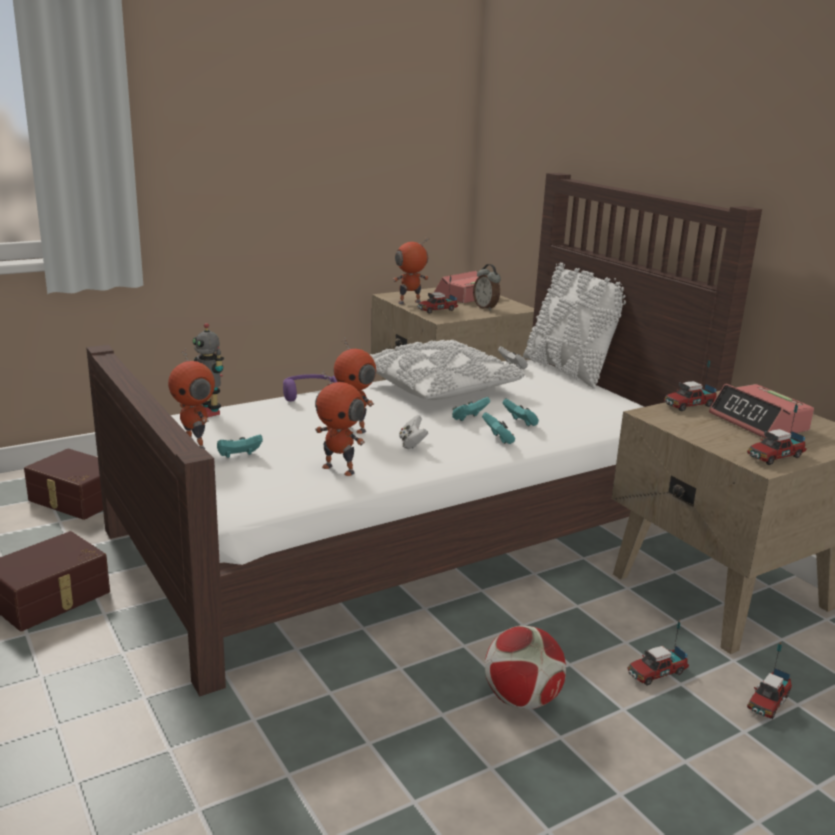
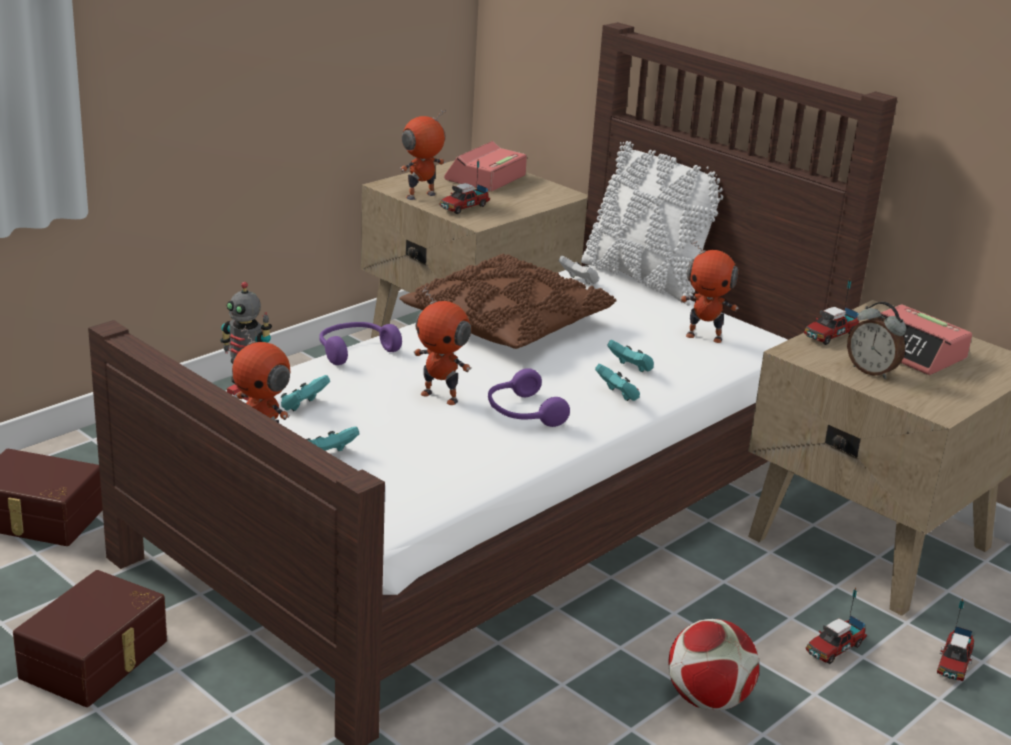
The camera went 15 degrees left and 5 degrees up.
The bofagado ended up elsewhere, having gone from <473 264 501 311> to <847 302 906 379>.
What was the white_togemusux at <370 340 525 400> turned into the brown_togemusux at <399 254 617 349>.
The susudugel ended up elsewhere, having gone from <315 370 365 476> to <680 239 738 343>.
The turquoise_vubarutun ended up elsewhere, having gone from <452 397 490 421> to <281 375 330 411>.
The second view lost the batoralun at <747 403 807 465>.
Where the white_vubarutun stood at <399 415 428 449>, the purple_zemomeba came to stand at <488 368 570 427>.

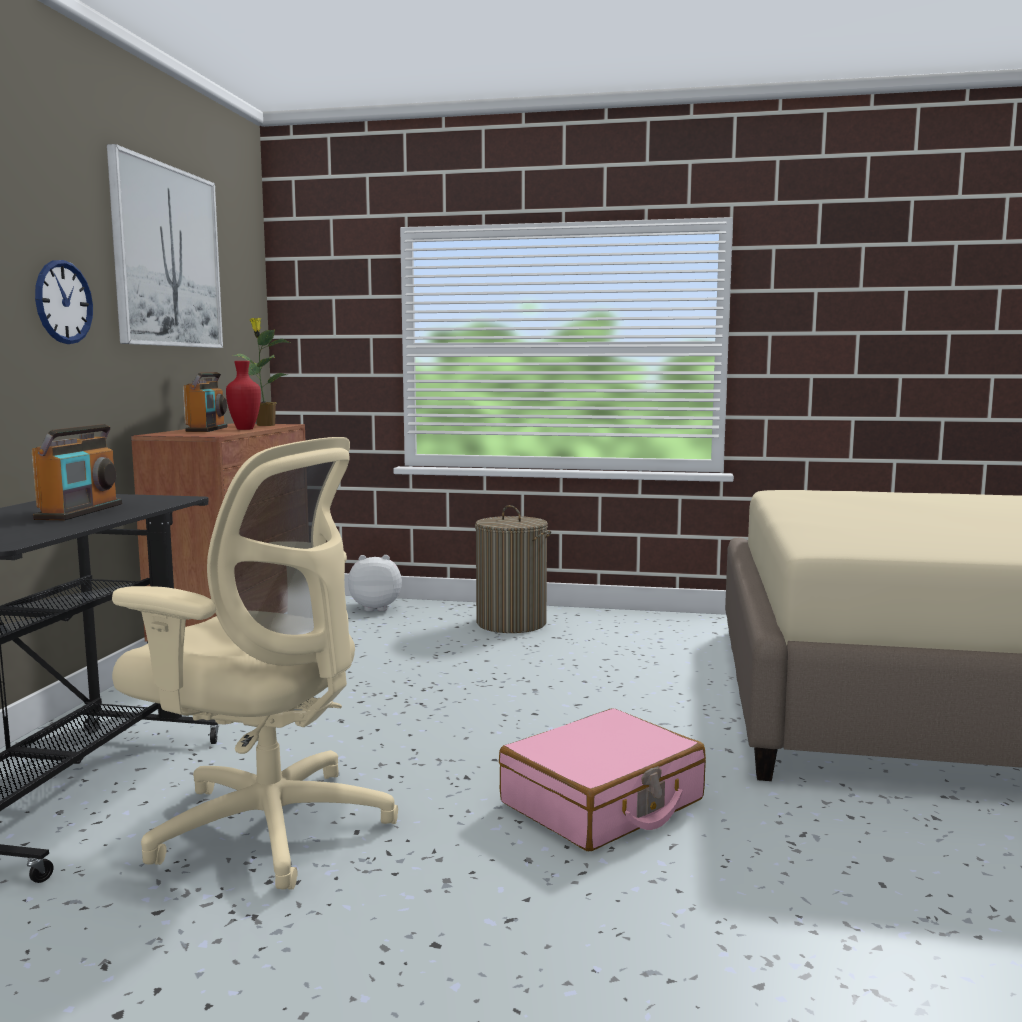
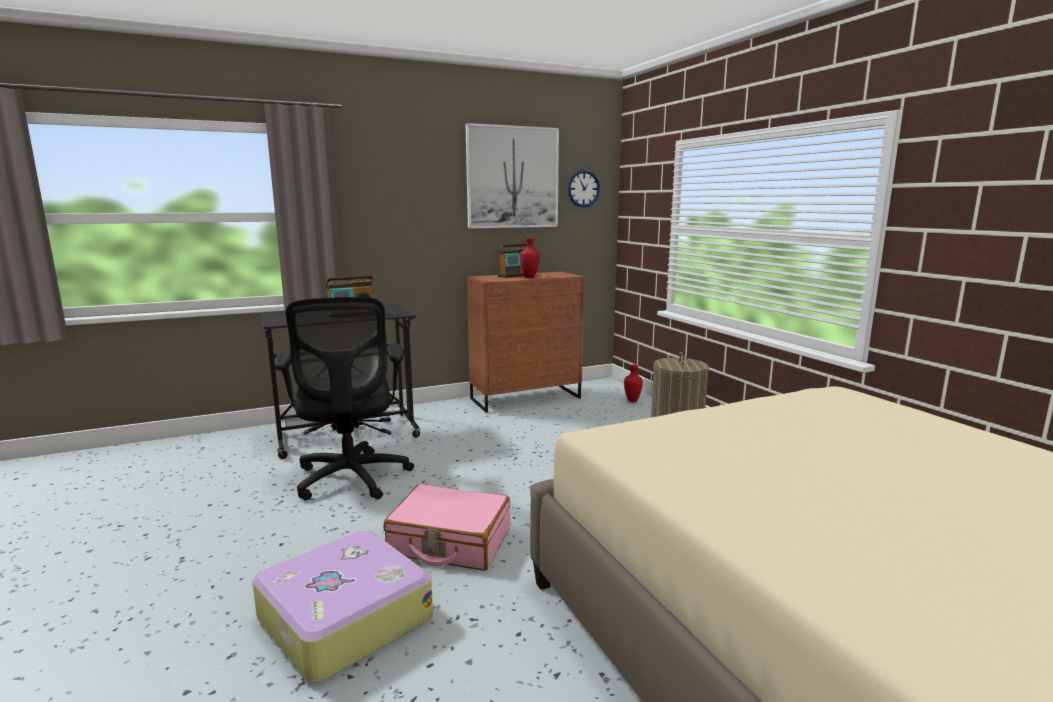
The camera went 55 degrees right and 5 degrees up.
The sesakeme ended up elsewhere, having gone from <35 260 93 344> to <568 170 600 208>.
The second view lost the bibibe at <233 318 290 426>.
What was the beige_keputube at <112 437 398 889> turned into the black_keputube at <274 297 414 500>.
Where the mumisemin stood at <348 555 402 611>, the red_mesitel came to stand at <624 365 643 402>.
The second view gained the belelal at <252 530 433 683>.

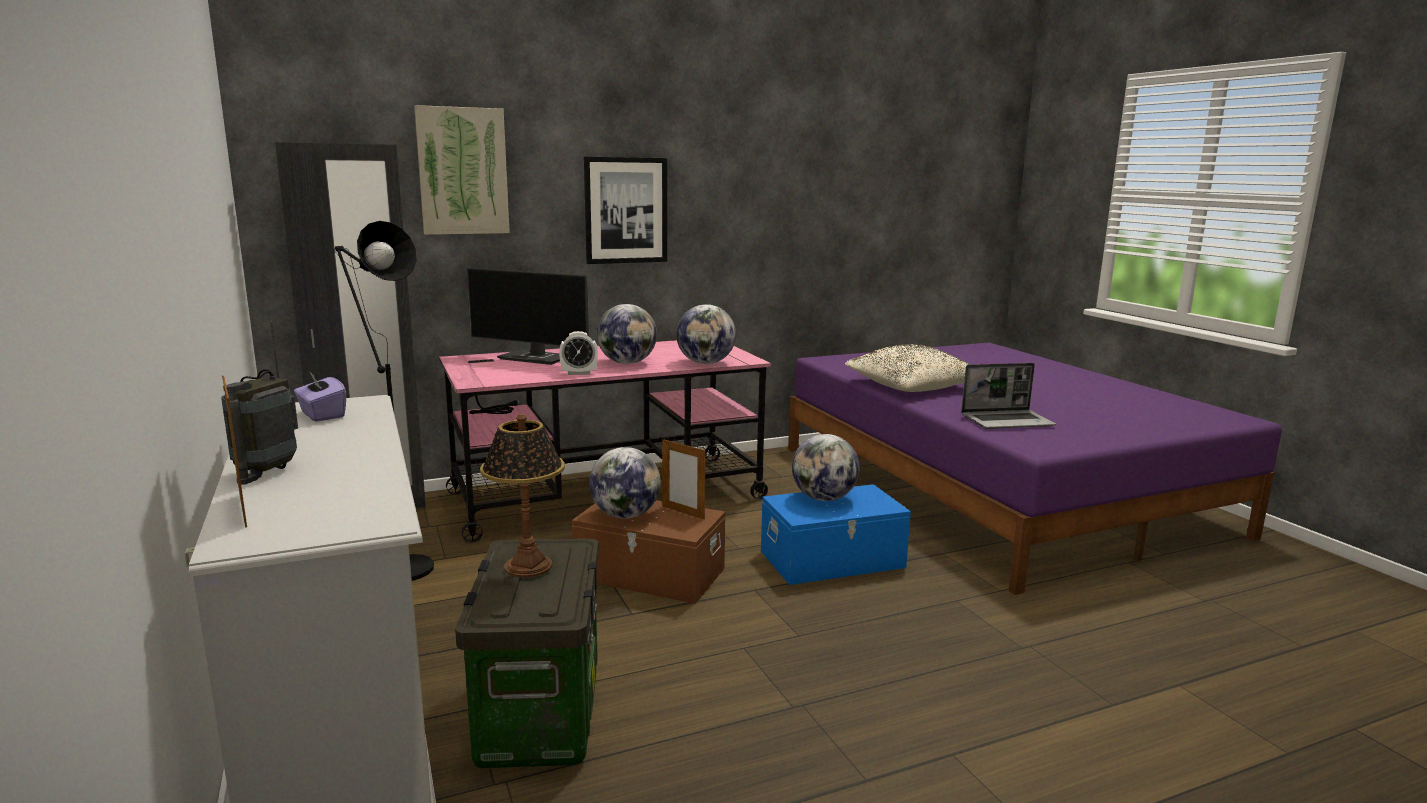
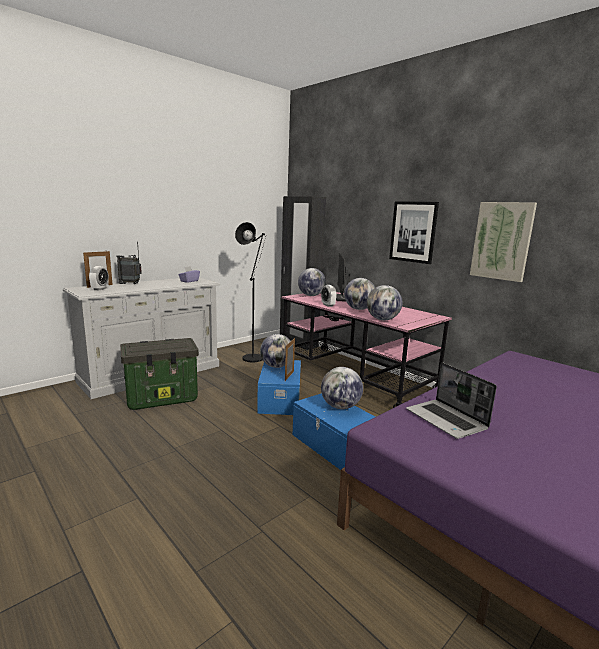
The camera went 70 degrees right and 0 degrees up.
The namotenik ended up elsewhere, having gone from <414 105 510 235> to <470 202 537 282>.
The second view lost the beige_togemusux at <845 344 968 392>.
The second view lost the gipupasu at <480 414 565 577>.
What was the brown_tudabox at <572 500 726 604> turned into the blue_tudabox at <257 360 301 415>.
The second view gained the bofagado at <89 266 109 290>.
The second view gained the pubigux at <298 268 326 296>.

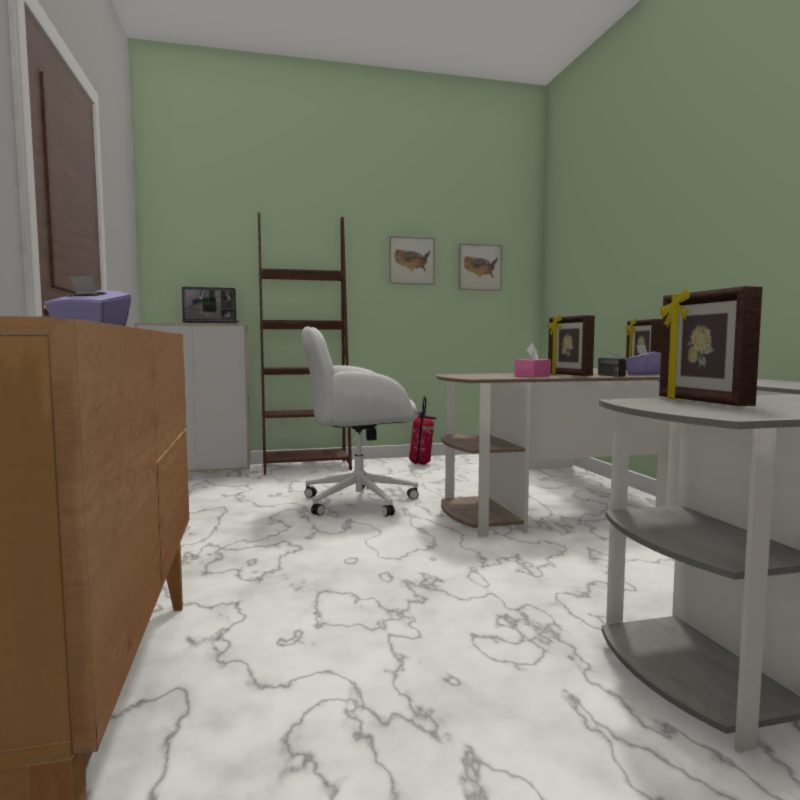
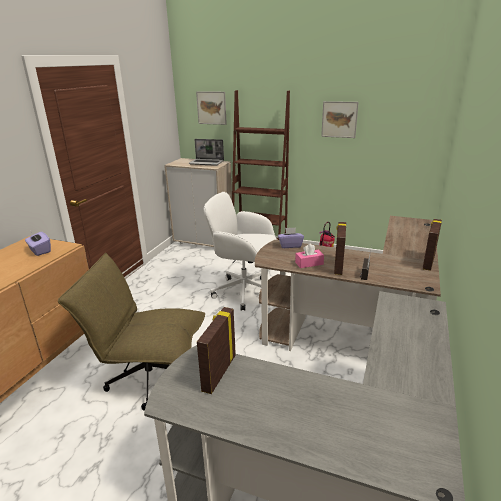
The camera went 35 degrees right and 20 degrees up.
The namotenik ended up elsewhere, having gone from <458 243 502 291> to <196 91 227 125>.
The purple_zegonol ended up elsewhere, having gone from <625 345 661 375> to <278 227 304 248>.
The second view gained the beige_keputube at <58 253 205 411>.

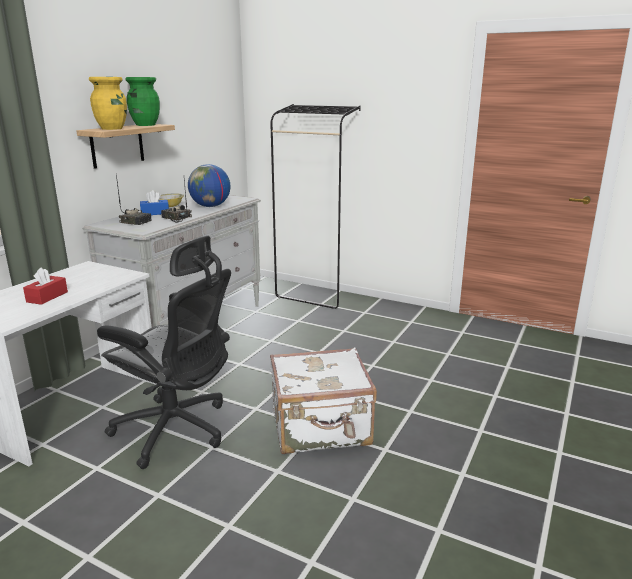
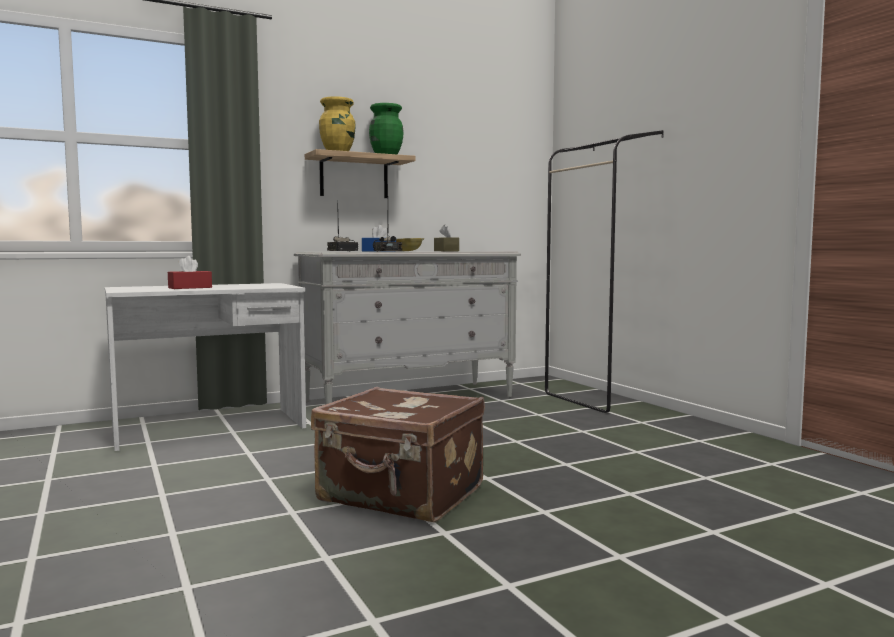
The camera went 35 degrees right and 15 degrees down.
Where the pubigux stood at <188 164 231 207>, the brown_zegonol came to stand at <434 225 459 251>.
The second view lost the keputube at <97 235 231 469>.
What was the white_belelal at <270 348 377 454> turned into the brown_belelal at <311 387 485 523>.

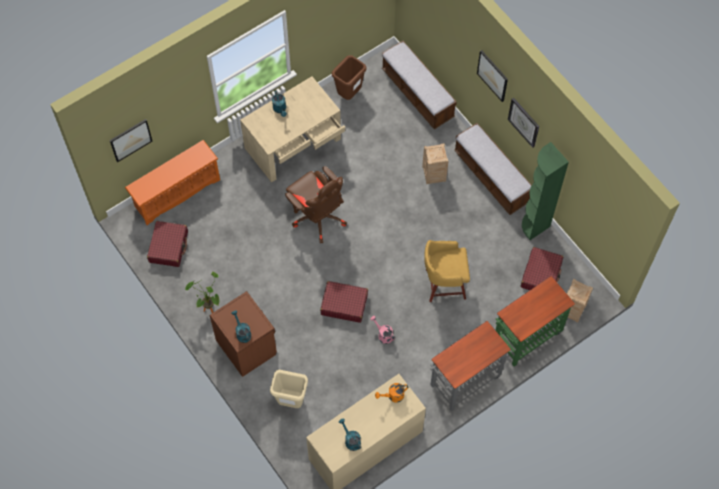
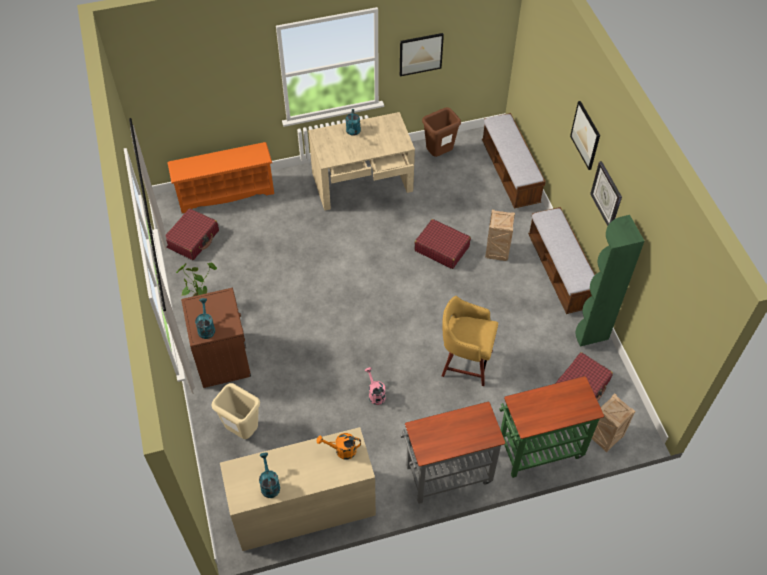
The camera went 20 degrees right and 10 degrees down.
The namotenik ended up elsewhere, having gone from <110 119 152 162> to <400 33 444 76>.
The second view lost the brown_keputube at <285 166 347 243>.
The red_belelal ended up elsewhere, having gone from <320 281 368 323> to <414 219 471 269>.

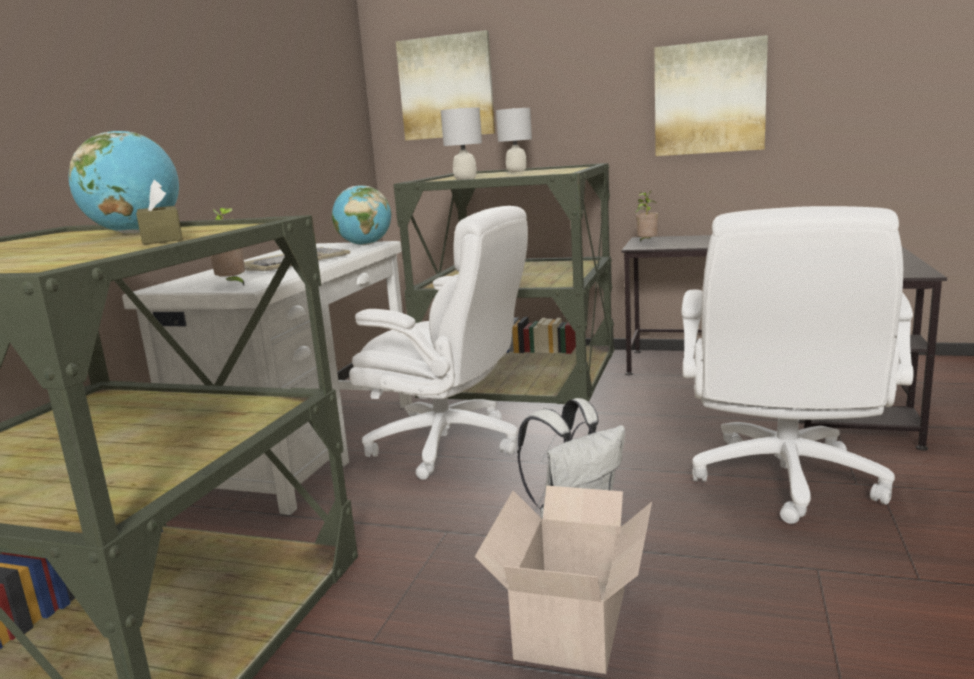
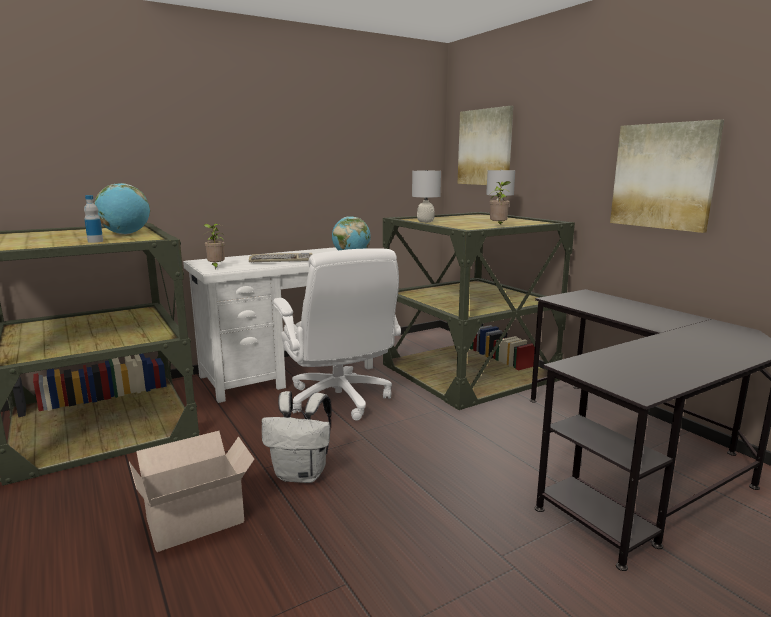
The camera went 40 degrees right and 0 degrees up.
Where the brown_zegonol stood at <136 180 183 244>, the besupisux came to stand at <84 195 103 243>.
The bibibe ended up elsewhere, having gone from <635 191 658 241> to <490 181 511 225>.
The second view lost the white_keputube at <681 206 914 524>.

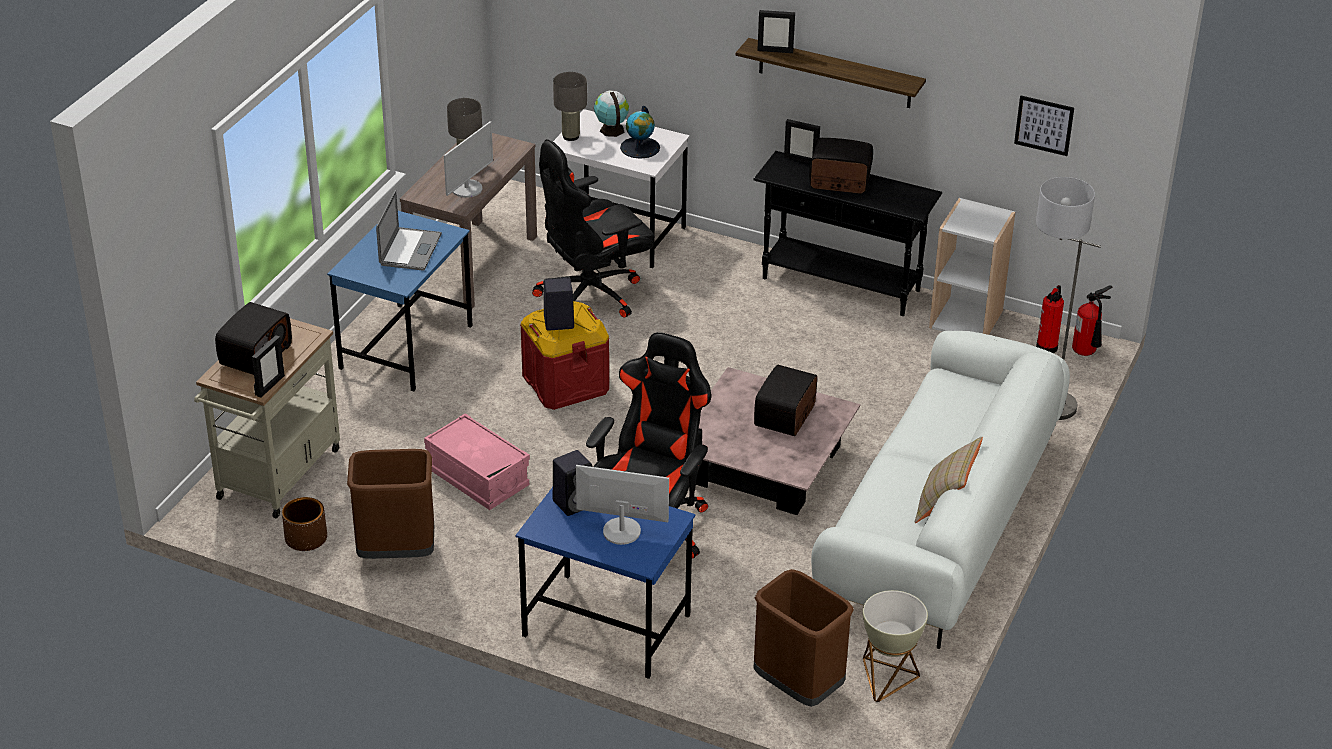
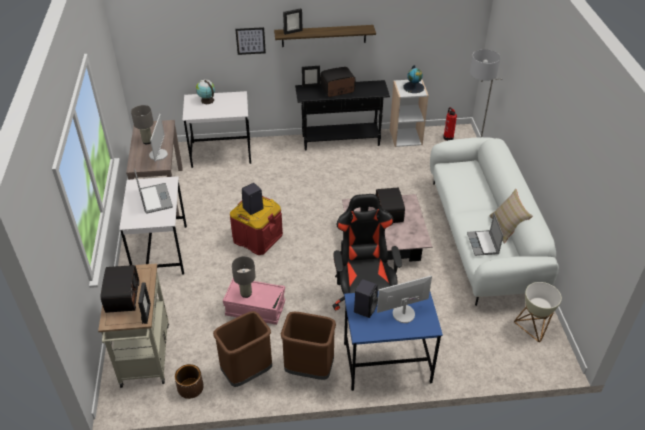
The camera went 30 degrees left and 5 degrees up.
The grey_gipupasu ended up elsewhere, having gone from <553 72 587 141> to <232 256 255 298>.
The namotenik ended up elsewhere, having gone from <1014 96 1074 156> to <235 27 266 55>.
The pubigux ended up elsewhere, having gone from <620 106 660 159> to <403 65 424 93>.
The second view lost the black_keputube at <532 139 655 318>.
What was the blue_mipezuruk at <327 211 473 391> turned into the white_mipezuruk at <119 176 187 275>.
The second view lost the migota at <1072 285 1112 356>.
The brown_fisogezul ended up elsewhere, having gone from <754 569 854 707> to <281 312 336 380>.
The second view gained the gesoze at <467 213 503 256>.

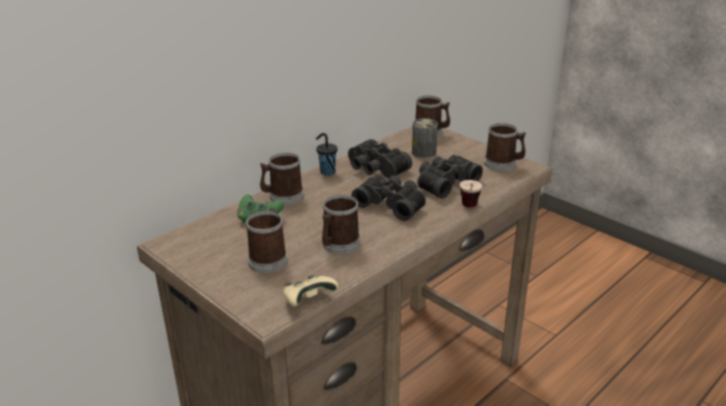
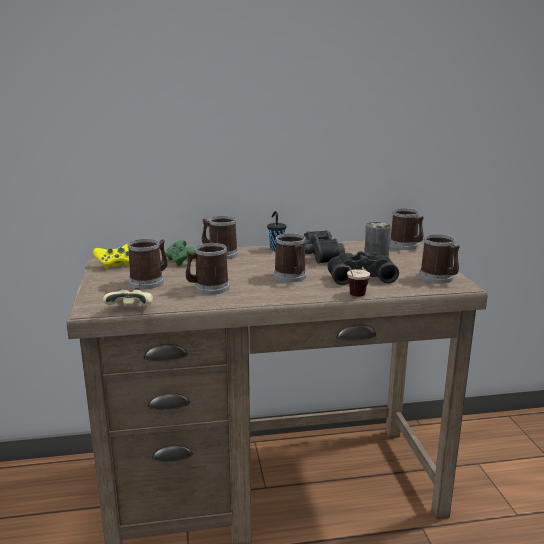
The camera went 35 degrees right and 10 degrees down.
Where the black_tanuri stood at <351 175 426 221>, the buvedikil came to stand at <274 233 307 282>.
The second view gained the yellow_vubarutun at <93 244 129 269>.

